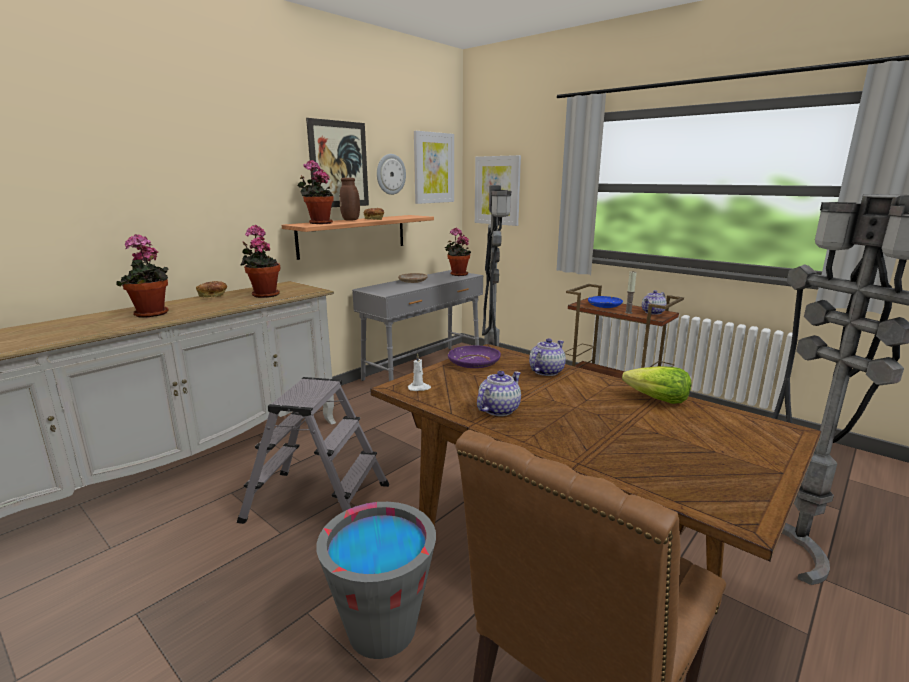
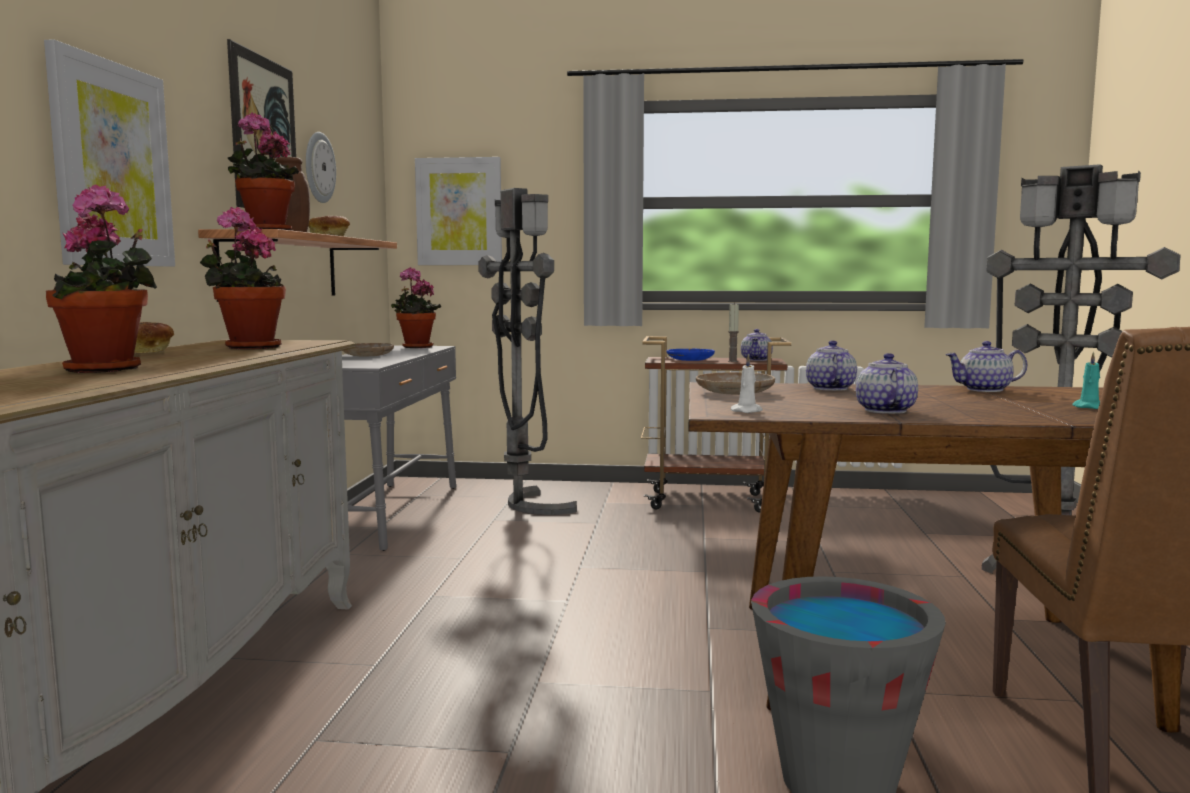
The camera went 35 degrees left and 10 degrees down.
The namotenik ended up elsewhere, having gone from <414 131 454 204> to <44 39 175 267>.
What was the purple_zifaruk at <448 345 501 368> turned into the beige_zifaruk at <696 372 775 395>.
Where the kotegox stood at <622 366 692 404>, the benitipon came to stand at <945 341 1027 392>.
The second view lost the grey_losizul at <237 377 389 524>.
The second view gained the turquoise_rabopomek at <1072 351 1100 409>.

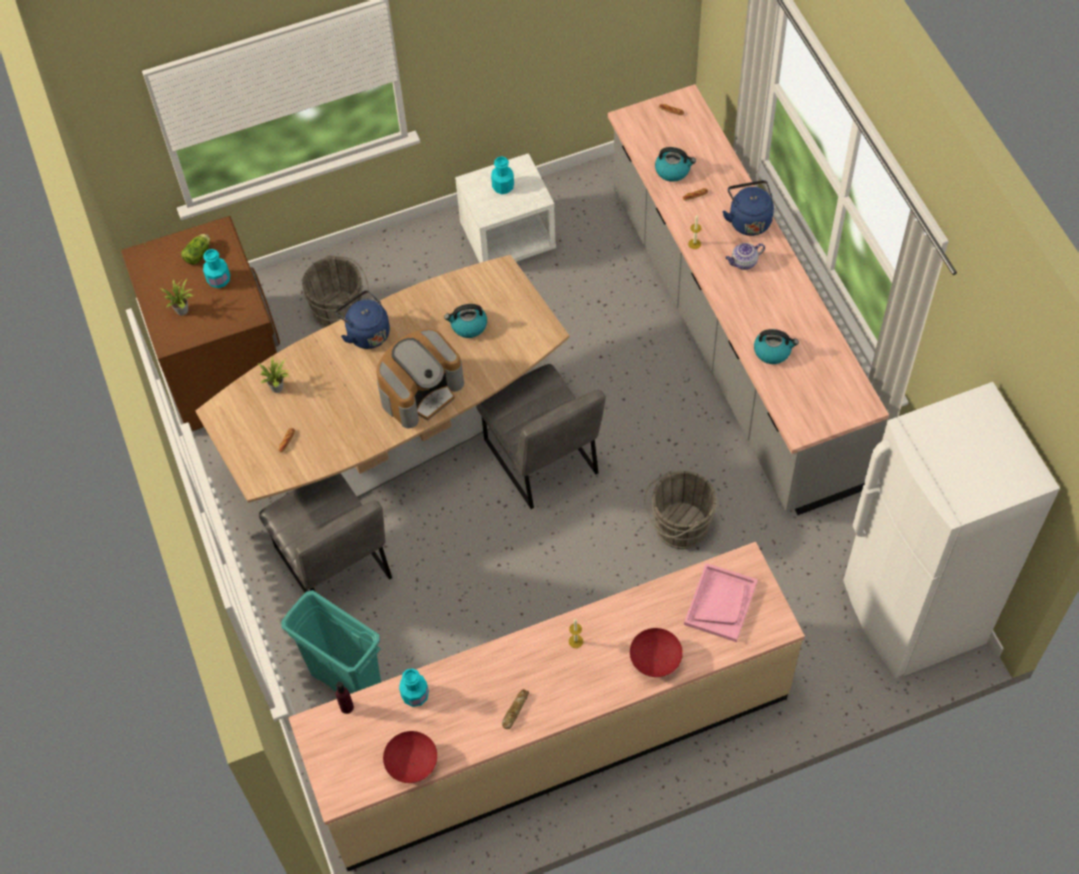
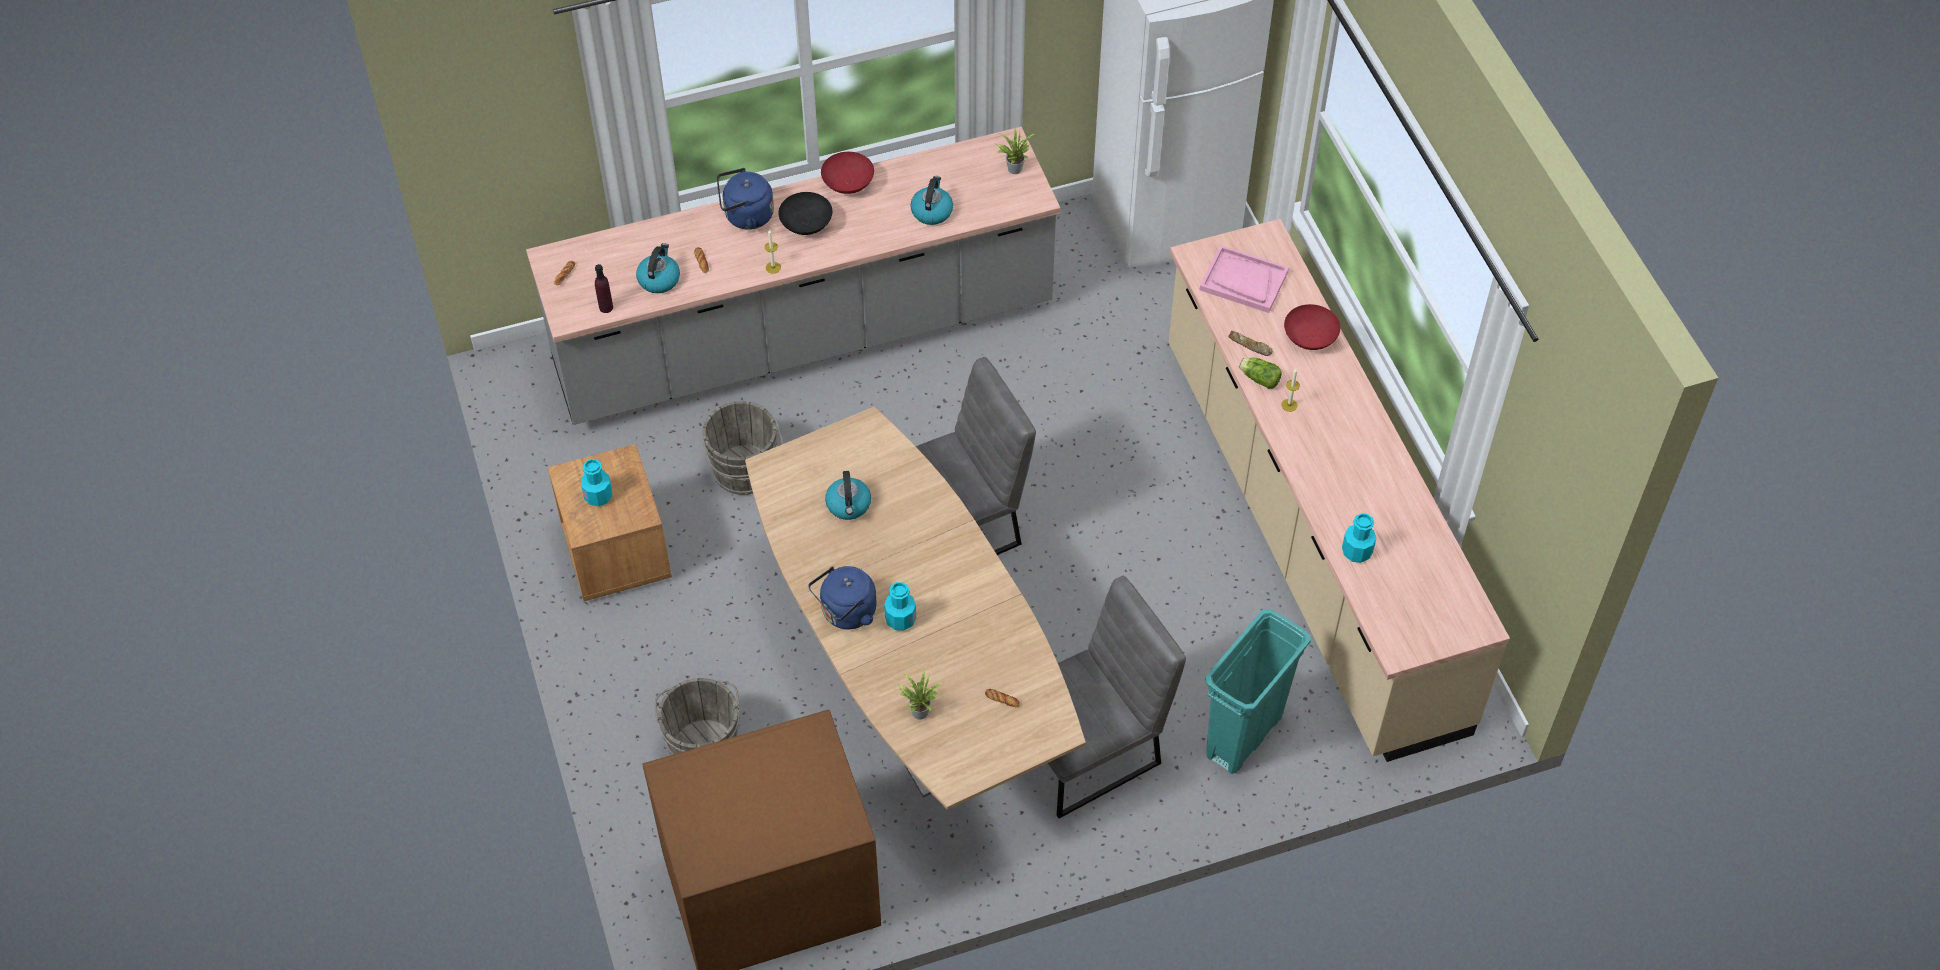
The camera went 90 degrees left and 5 degrees down.
What was the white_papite at <455 153 556 263> turned into the brown_papite at <548 444 672 601>.
The kotegox ended up elsewhere, having gone from <181 234 210 265> to <1239 358 1282 389>.
Where the benitipon stood at <725 243 765 270>, the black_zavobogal came to stand at <778 192 833 235>.
The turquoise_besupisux ended up elsewhere, having gone from <203 249 230 288> to <884 582 916 631>.
The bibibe ended up elsewhere, having gone from <160 279 194 316> to <995 127 1034 174>.
The second view lost the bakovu at <376 329 464 429>.
The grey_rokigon ended up elsewhere, having gone from <644 471 717 549> to <702 401 783 495>.
The purple_besupisux ended up elsewhere, having gone from <336 682 354 714> to <595 264 613 313>.
The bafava ended up elsewhere, having gone from <502 689 529 729> to <1228 331 1273 356>.
The red_zavobogal ended up elsewhere, having gone from <383 731 437 783> to <821 152 874 194>.

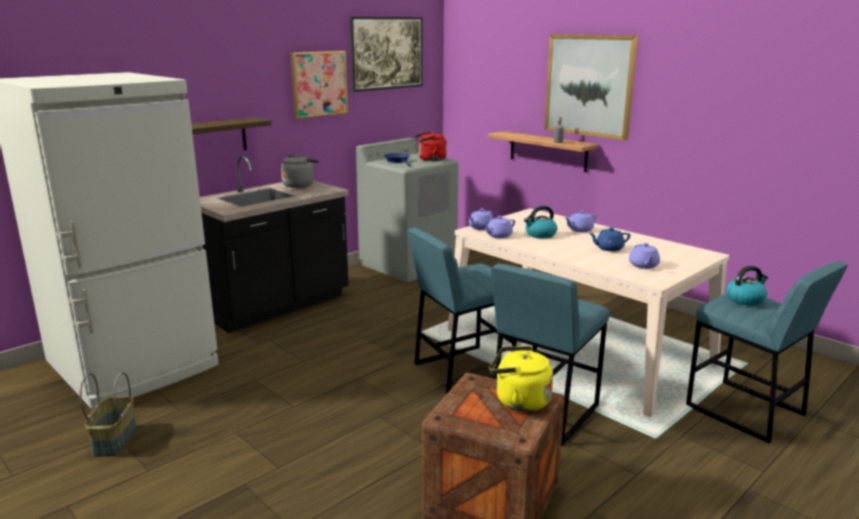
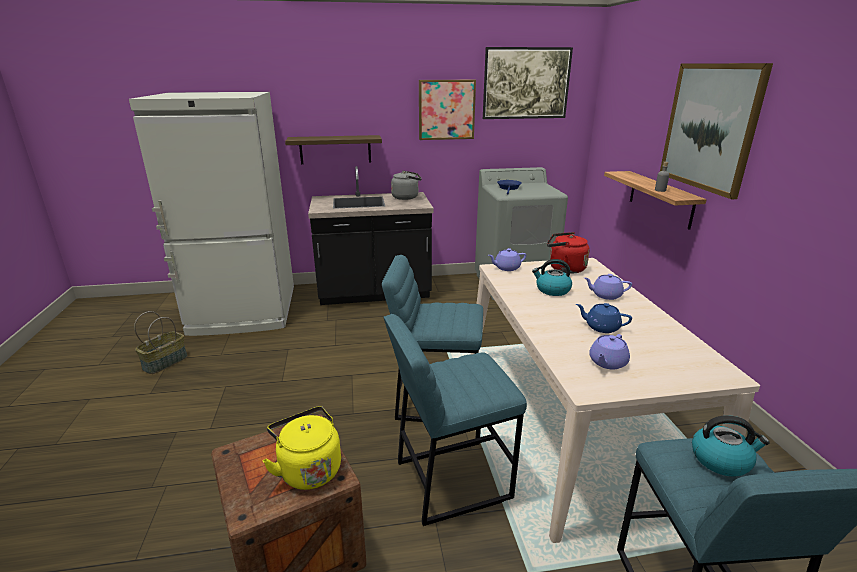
The camera went 35 degrees right and 5 degrees up.
The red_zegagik ended up elsewhere, having gone from <415 132 447 161> to <547 232 590 274>.
The second view lost the purple_benitipon at <483 216 515 238>.

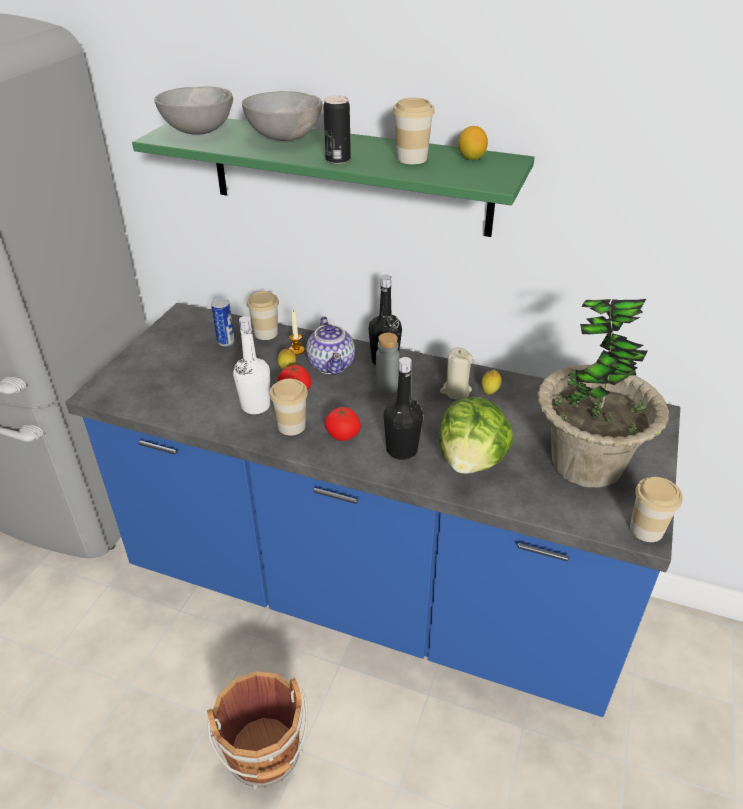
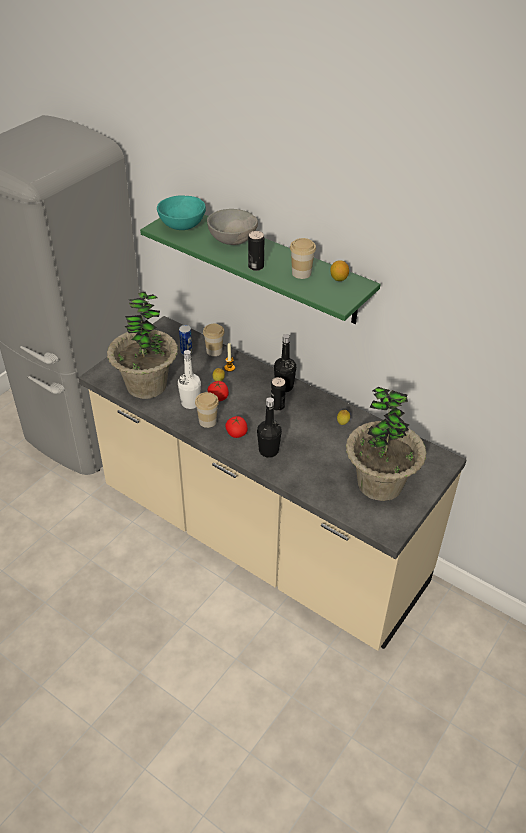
The camera went 15 degrees right and 5 degrees up.
What was the grey_zavobogal at <154 86 233 135> turned into the turquoise_zavobogal at <157 195 206 230>.
What was the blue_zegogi at <65 303 680 717> turned into the beige_zegogi at <79 316 467 651>.
The second view lost the benitipon at <306 317 355 375>.
Where the grey_besupisux stood at <376 333 400 394>, the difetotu came to stand at <271 377 286 411>.
The second view lost the beige_rabopomek at <440 347 473 399>.
The second view lost the kotegox at <439 397 514 474>.
The second view lost the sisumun at <630 477 683 542>.
The second view lost the brown_rokigon at <207 671 308 789>.
The second view gained the bibibe at <107 292 178 399>.

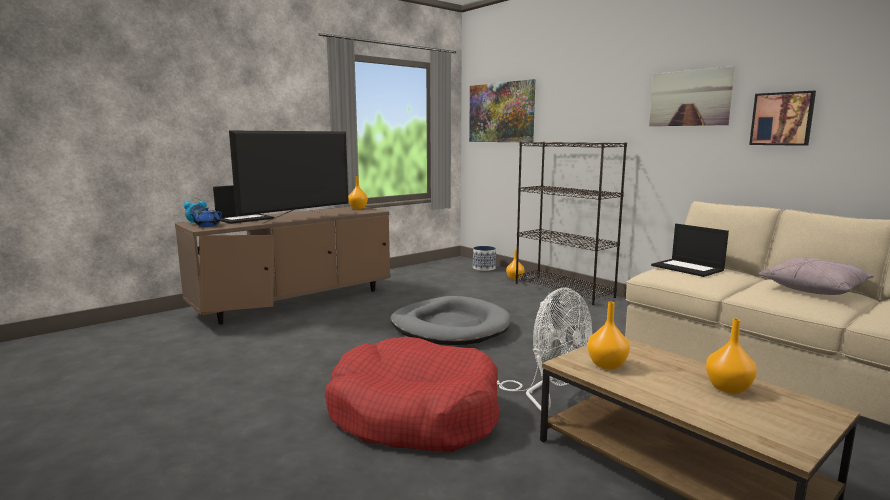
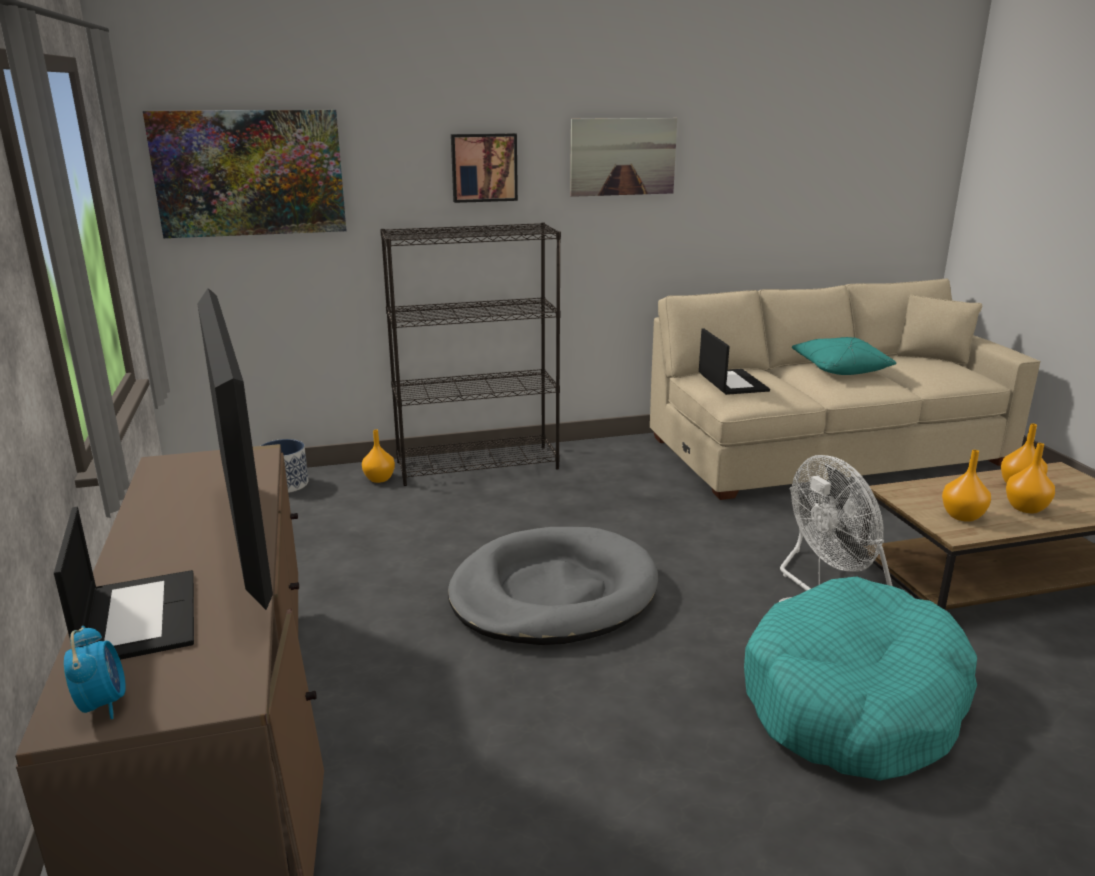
The camera went 65 degrees left and 10 degrees up.
The namotenik ended up elsewhere, having gone from <749 91 816 146> to <451 133 518 203>.
The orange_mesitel ended up elsewhere, having gone from <348 176 368 209> to <1006 443 1055 513>.
The second view lost the blue_benitipon at <190 208 222 227>.
The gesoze at <651 224 729 277> ended up facing another way, 90 degrees counterclockwise from before.
What was the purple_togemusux at <759 257 874 295> turned into the turquoise_togemusux at <792 337 897 375>.
What was the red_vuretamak at <325 337 499 452> turned into the turquoise_vuretamak at <744 577 977 781>.

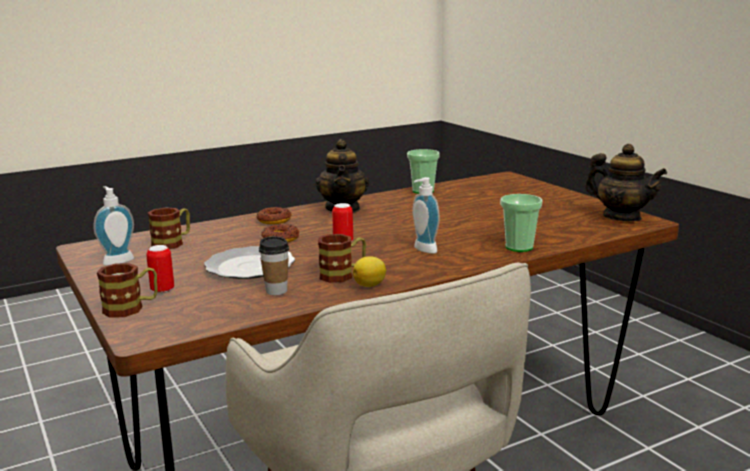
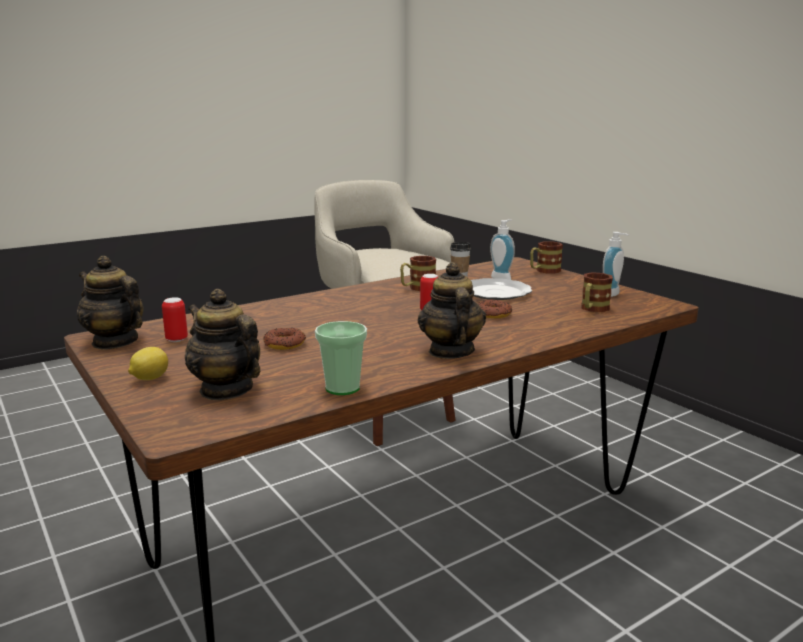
The camera went 175 degrees right and 0 degrees up.
The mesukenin ended up elsewhere, having gone from <413 177 440 254> to <490 219 515 280>.
The second view lost the sisumun at <500 194 542 252>.
The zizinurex ended up elsewhere, having gone from <256 207 292 224> to <263 328 306 350>.
The difetotu ended up elsewhere, having gone from <146 245 174 294> to <162 297 188 342>.
The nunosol ended up elsewhere, having gone from <353 256 386 287> to <128 347 168 380>.
The second view gained the benitipon at <185 289 260 400>.

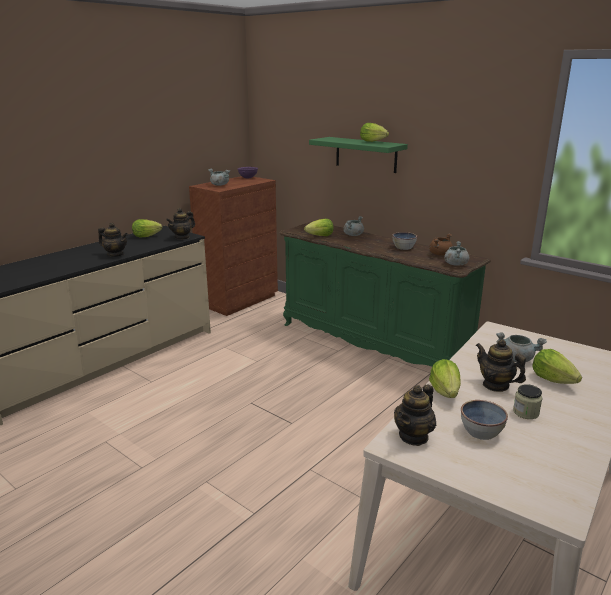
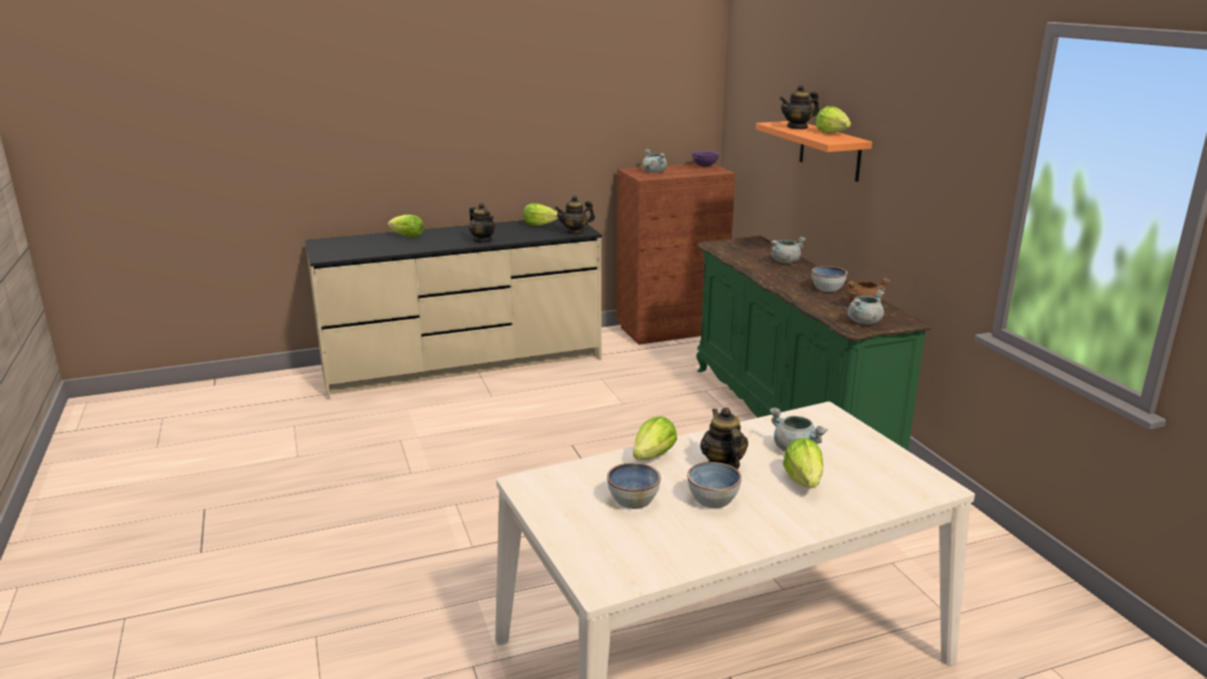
The camera went 30 degrees right and 0 degrees up.
What was the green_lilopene at <309 137 408 173> turned into the orange_lilopene at <756 121 872 182>.
The kotegox ended up elsewhere, having gone from <304 219 334 236> to <387 215 424 238>.
The benitipon ended up elsewhere, having gone from <394 384 436 446> to <779 84 819 129>.
Where the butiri stood at <513 384 543 419>, the zavobogal came to stand at <687 462 742 508>.

